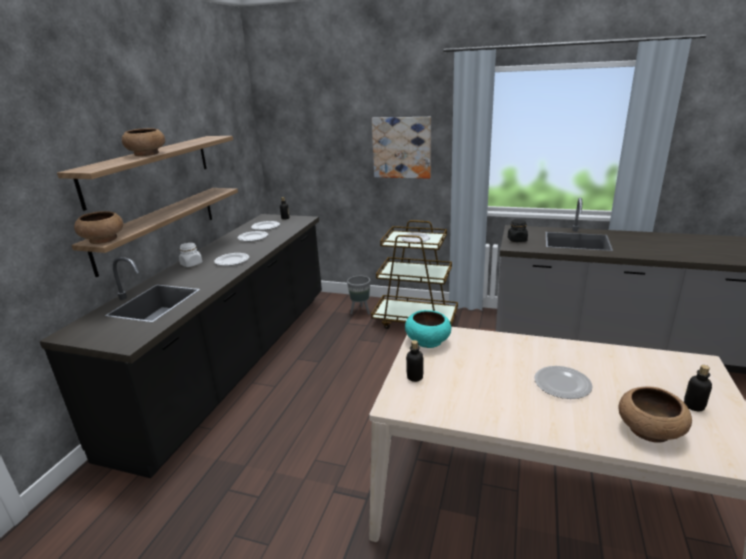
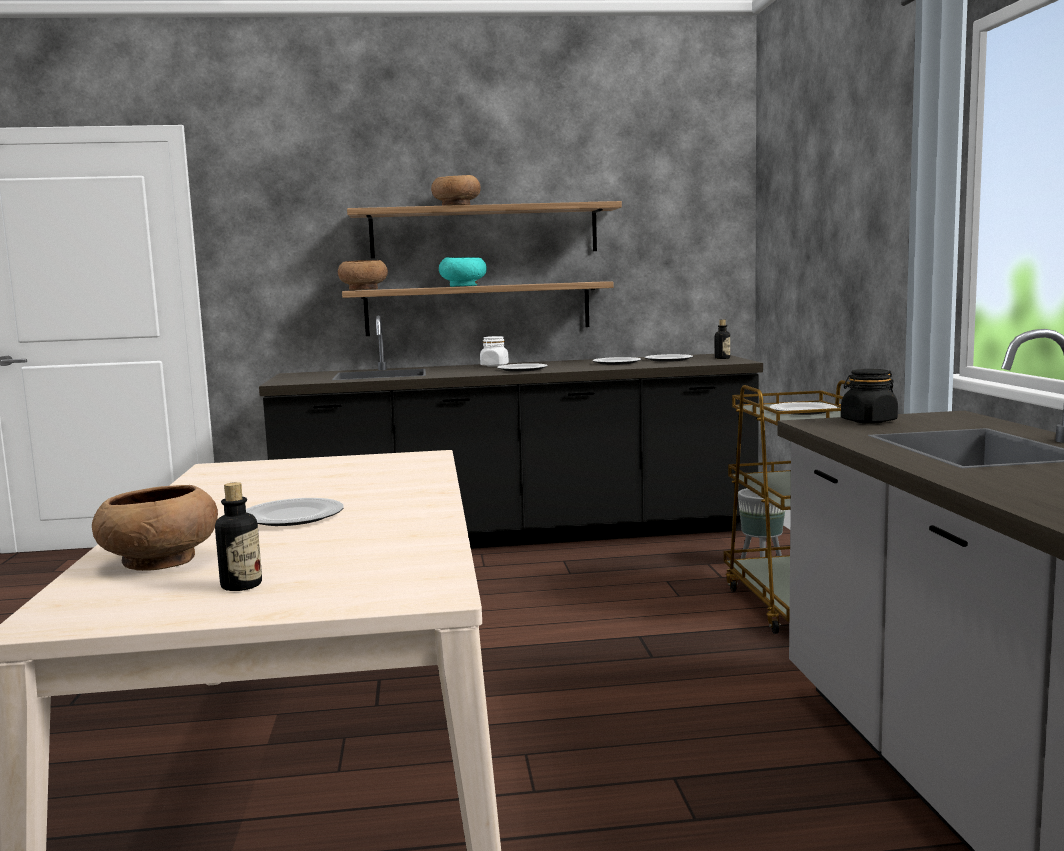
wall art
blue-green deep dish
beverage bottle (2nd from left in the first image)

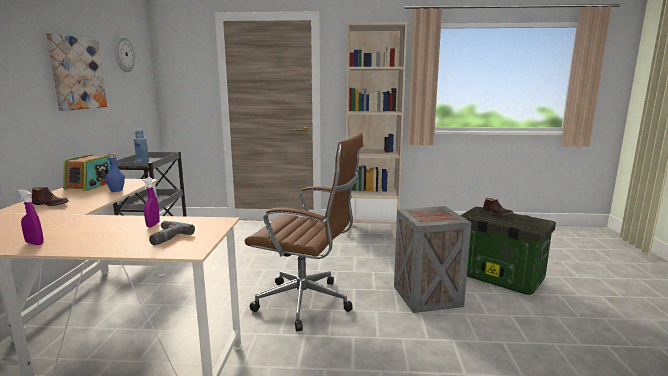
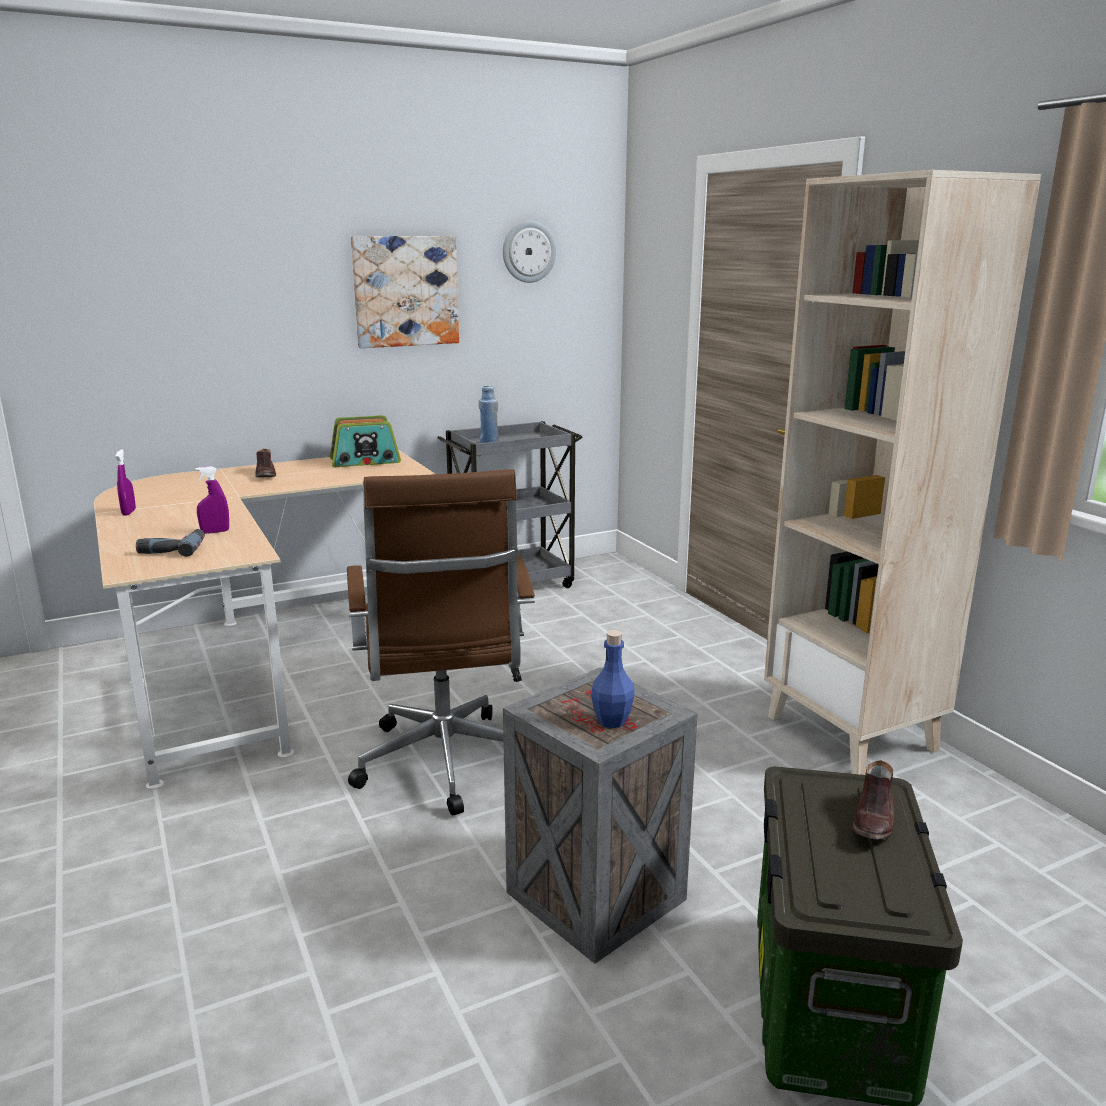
blue-coloured beverage bottle (2nd from left)

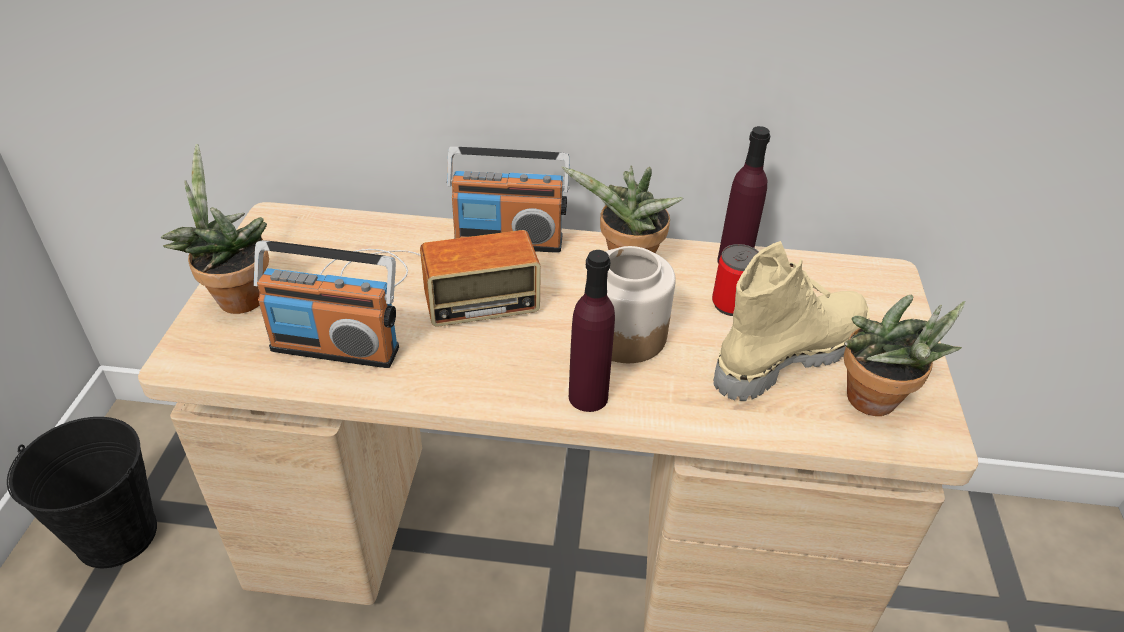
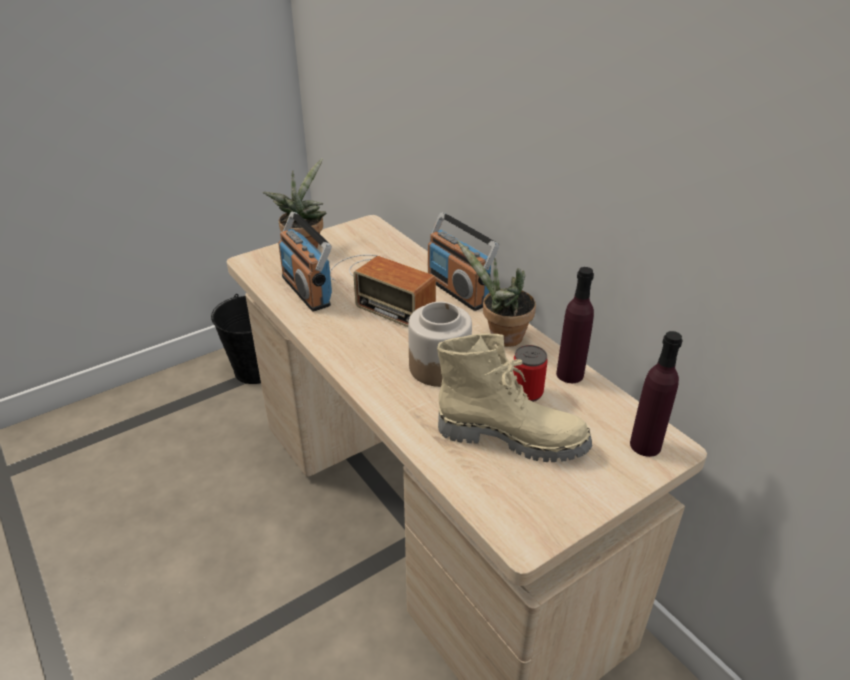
purple beverage bottle (2nd from left)
potted plant (3rd from left in the first image)

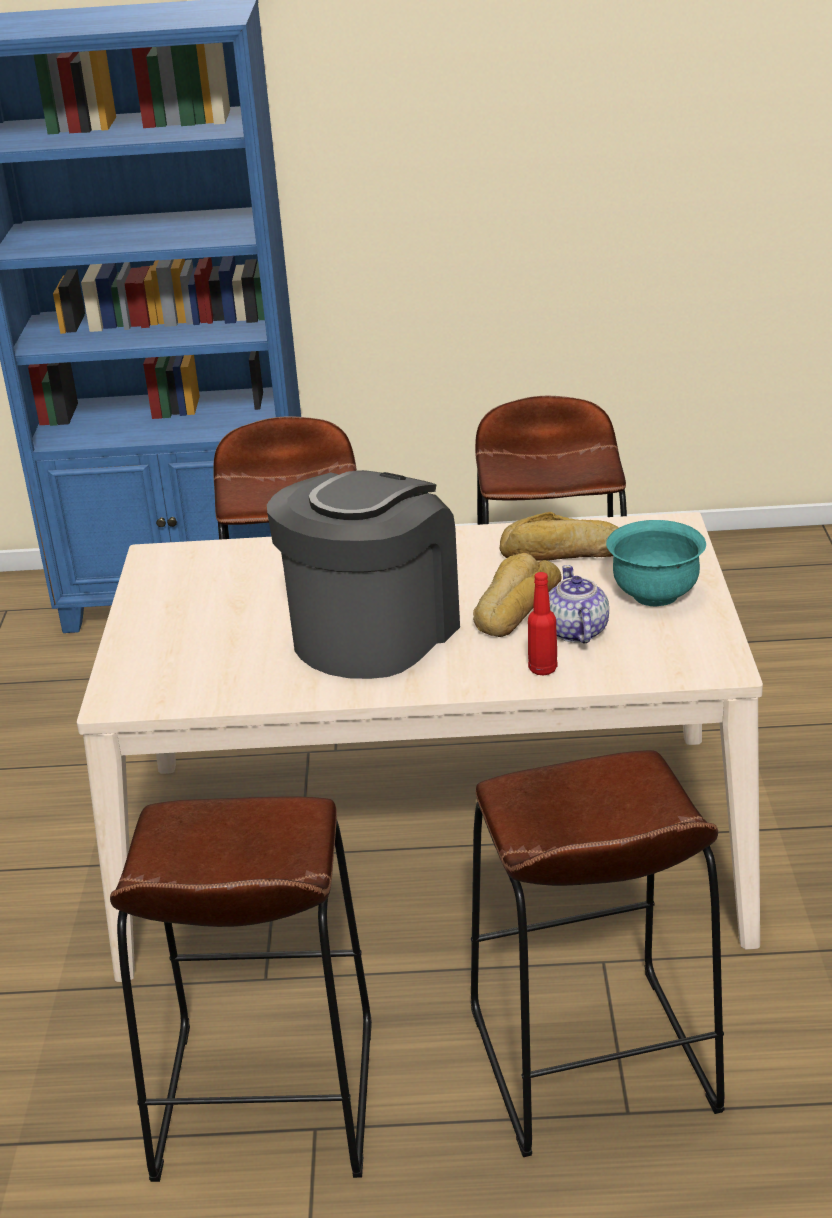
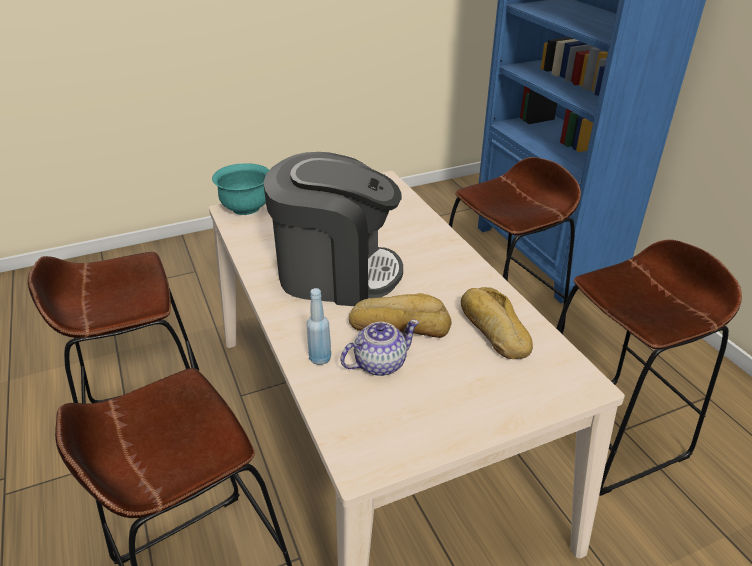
blue-coloured beverage bottle
blue-green deep dish

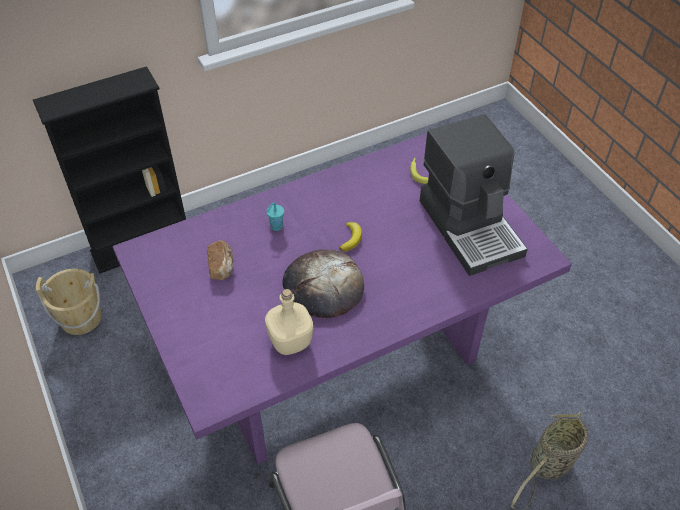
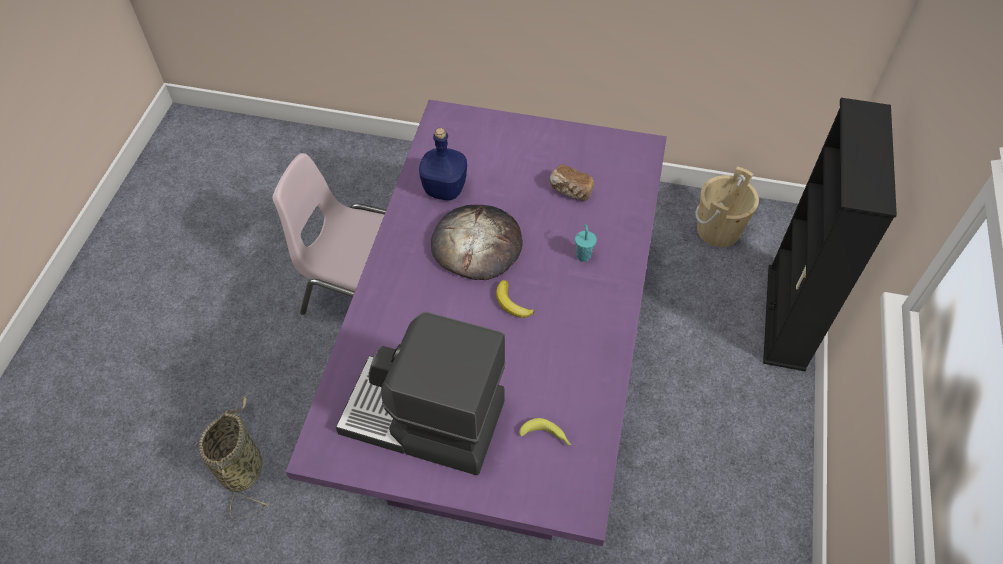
blue-coloured beverage bottle

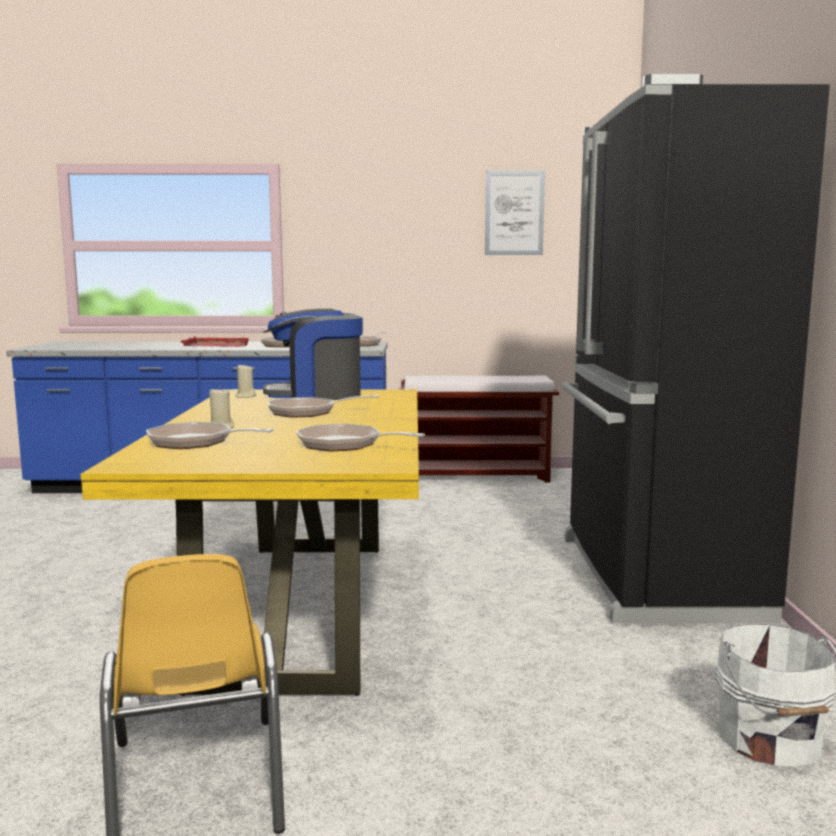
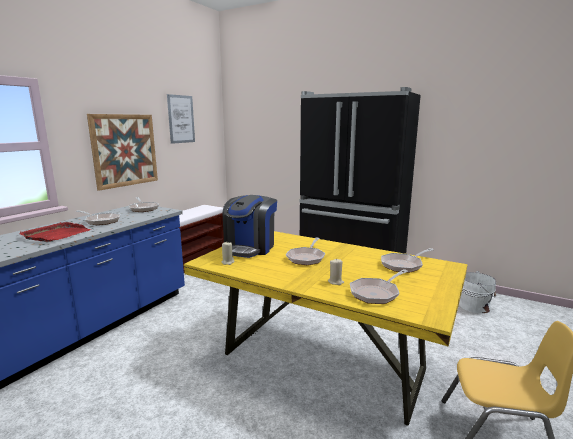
wall art (1st from left)

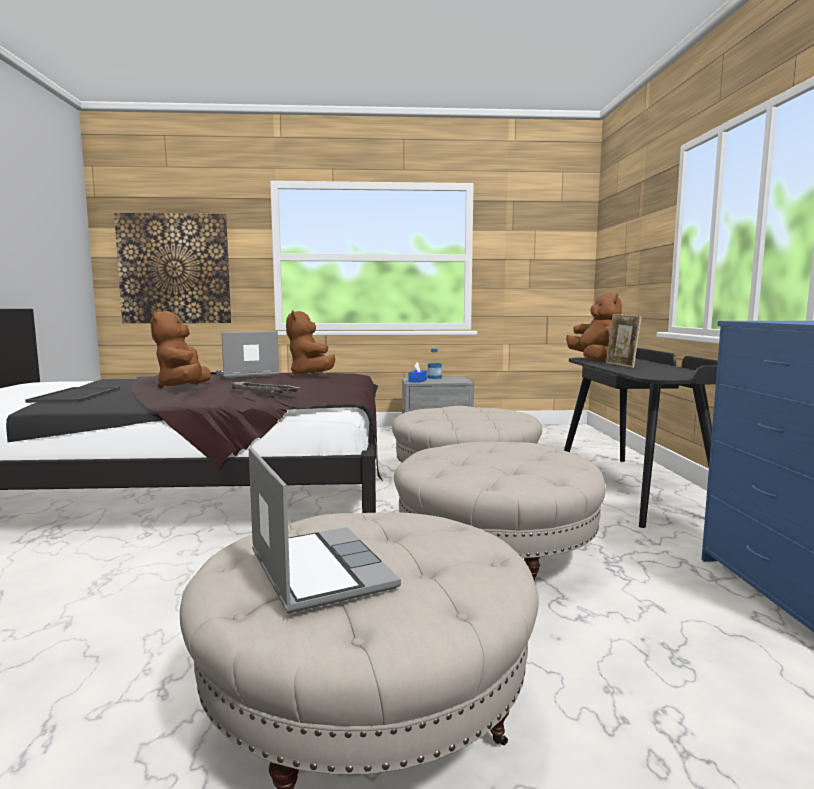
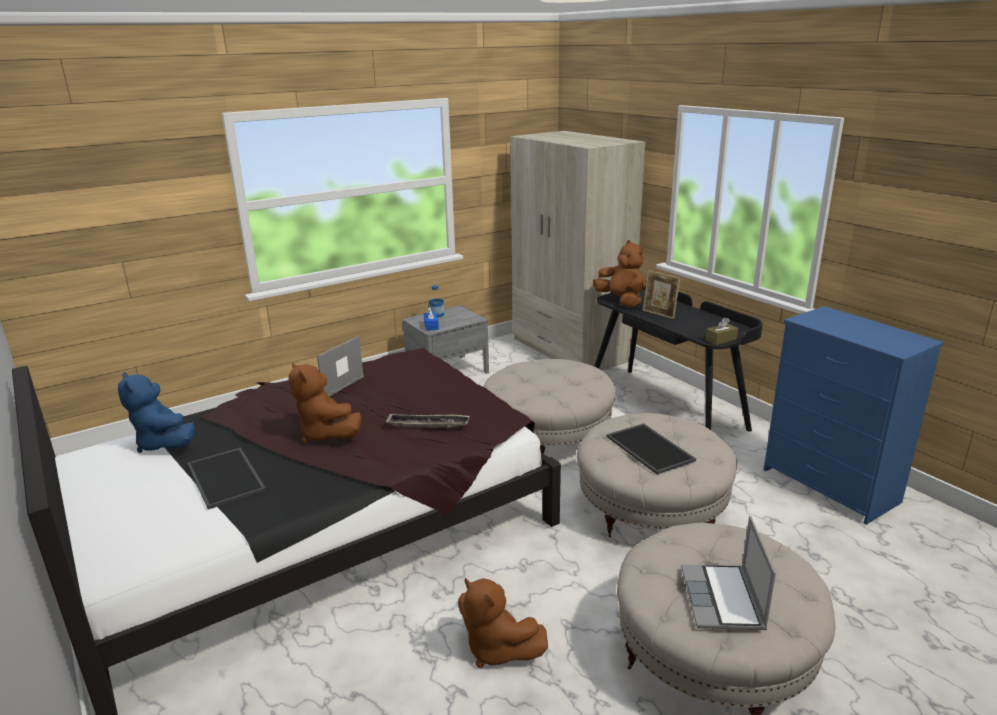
wall art
laptop (2nd from left)
brownish cuddly toy (2nd from left)
blue-coloured cuddly toy
beige clothes cupboard
serving tray (3rd from left)
brownish tissue box

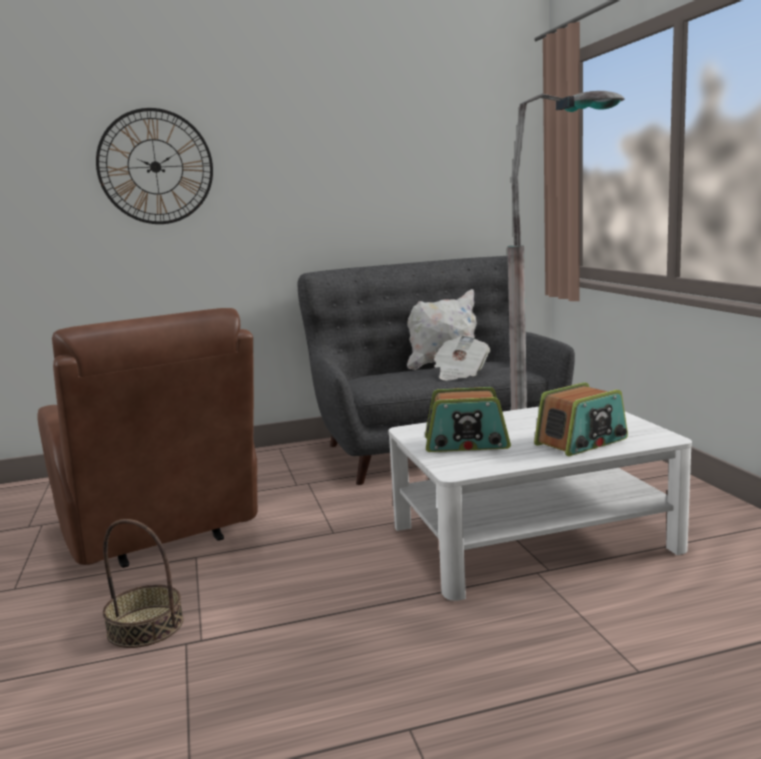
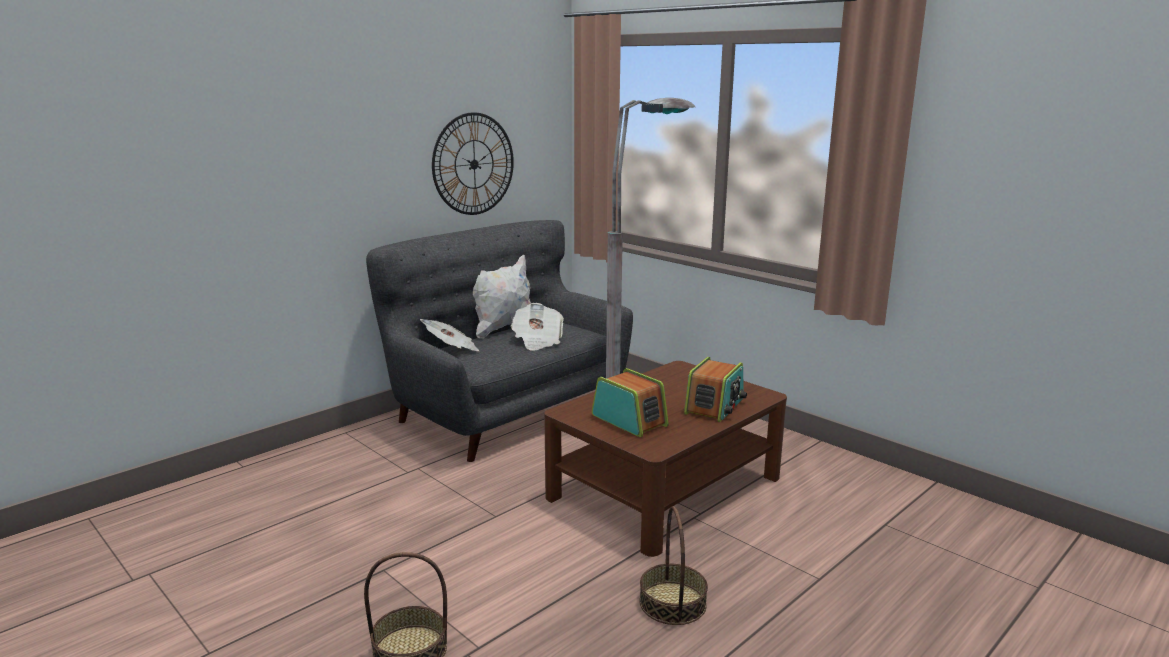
brownish easy chair
wall clock
brownish lounge table
radio set (1st from left)
newspaper (1st from left)
household basket (2nd from left)

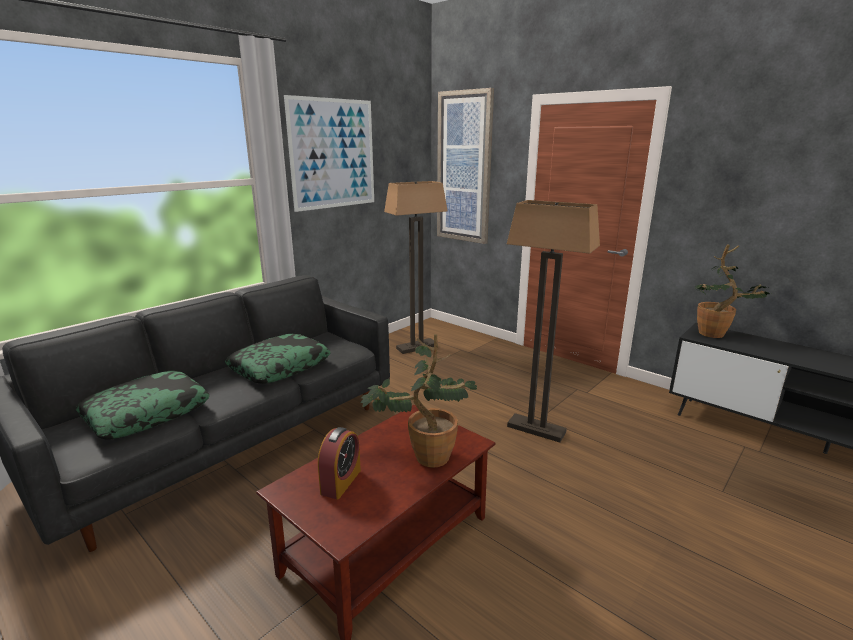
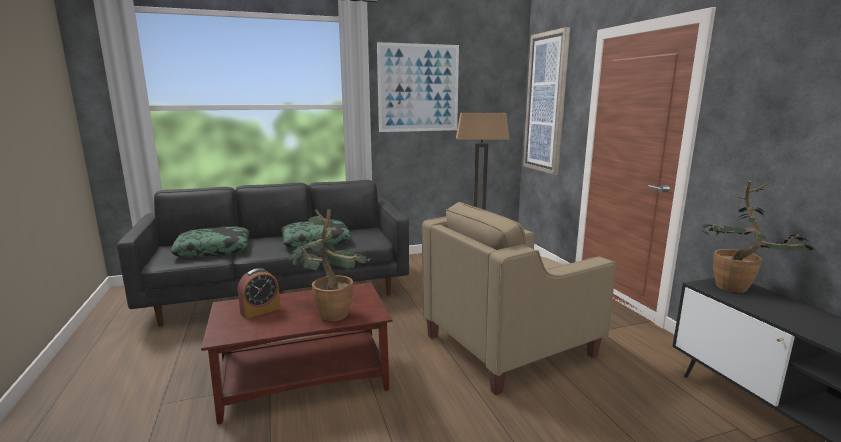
beige easy chair

